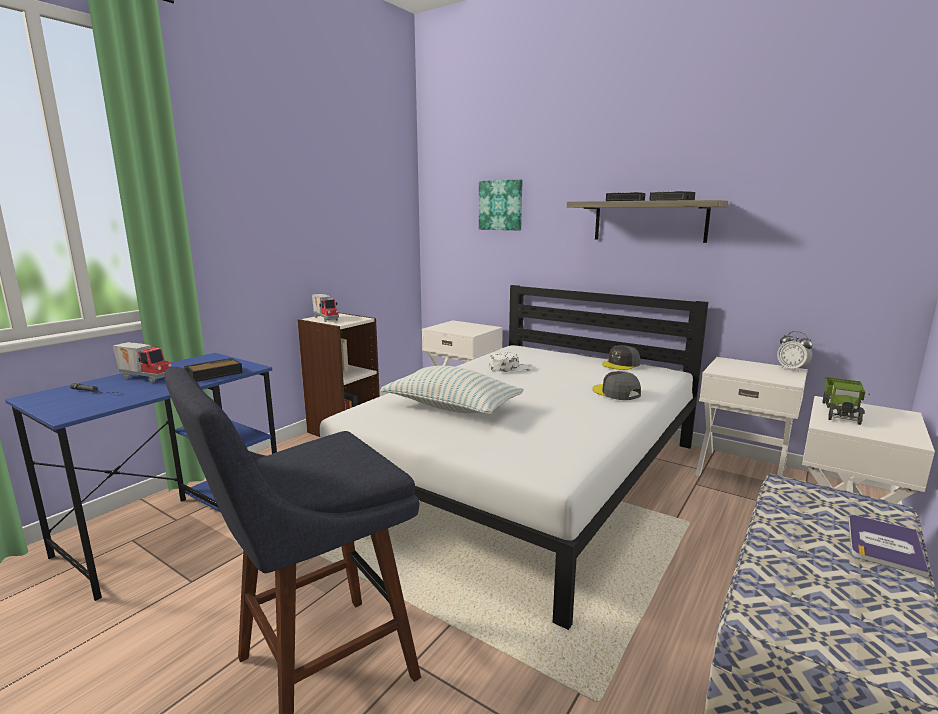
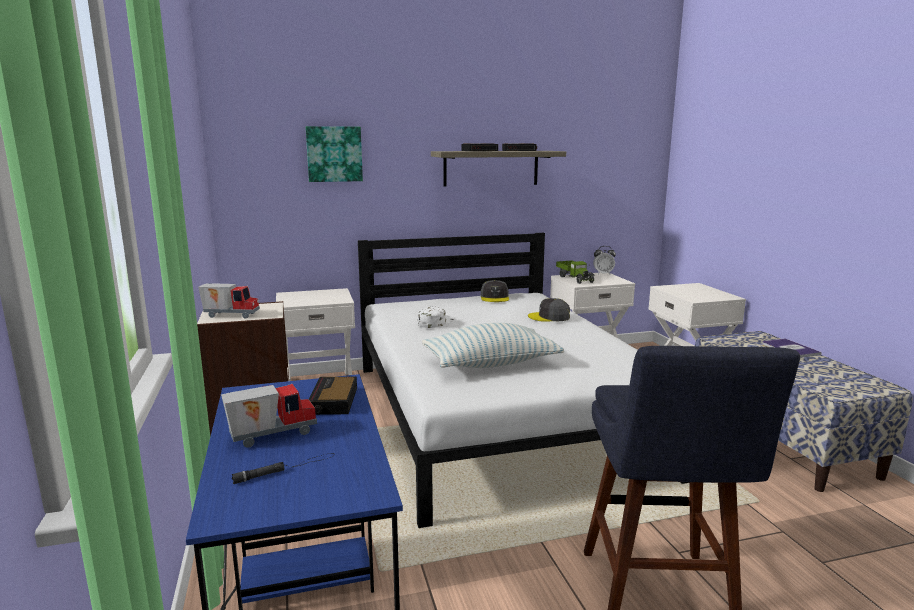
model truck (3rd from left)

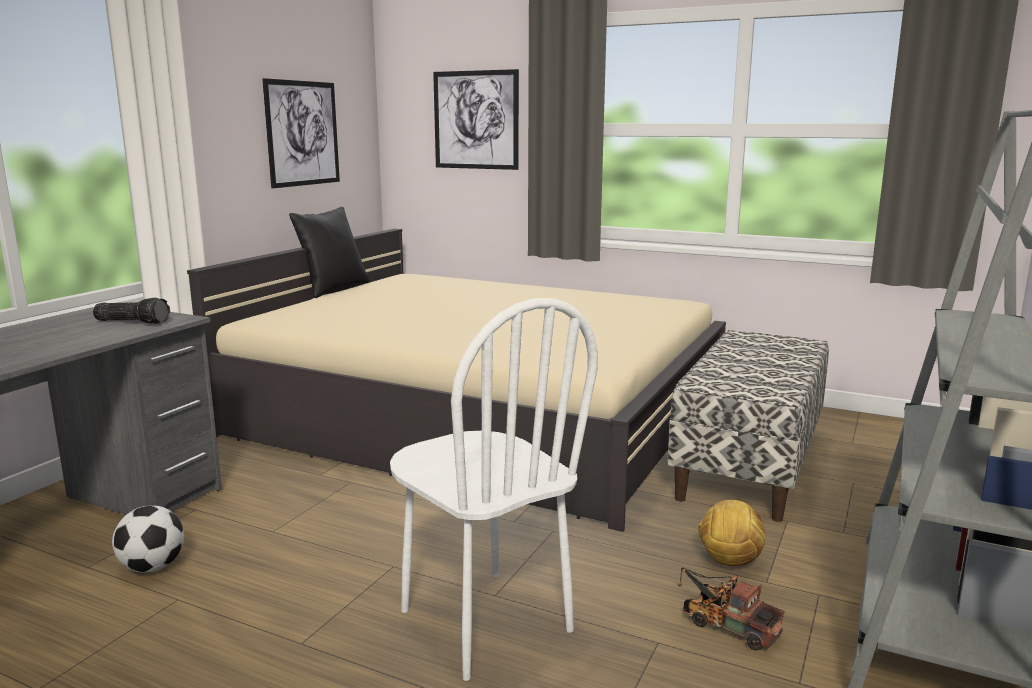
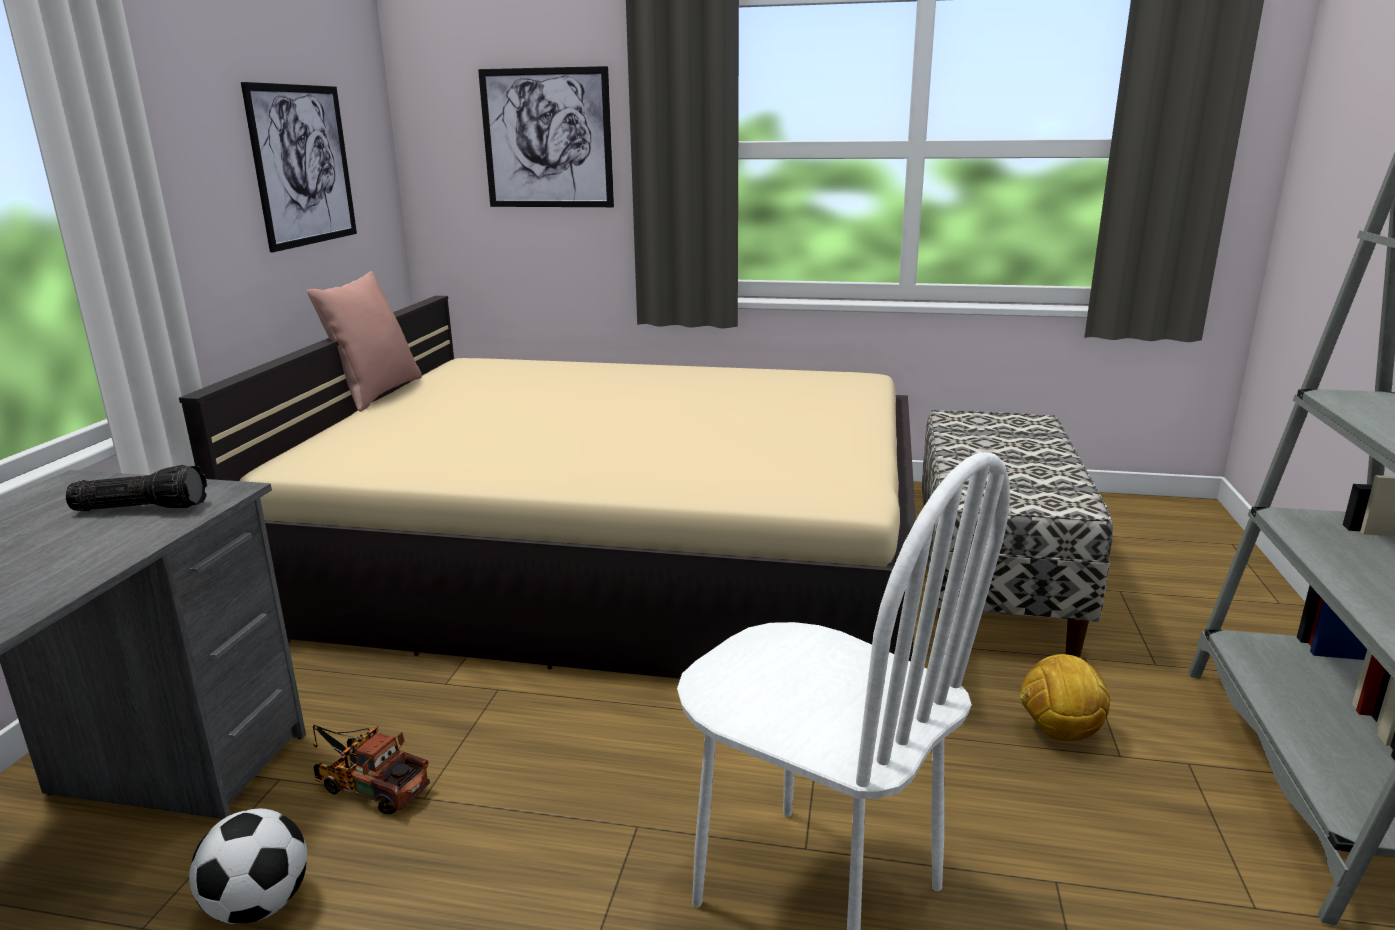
pinkish cushion
model truck

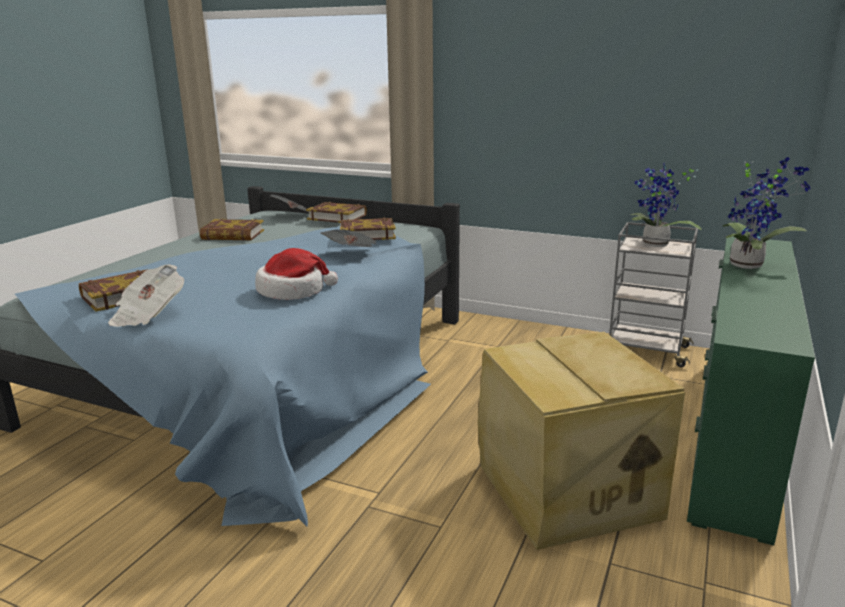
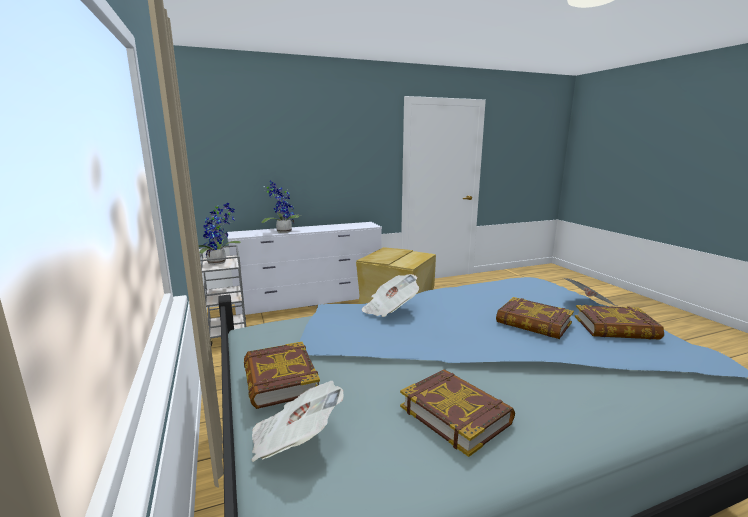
wearable hat
book (3rd from left)
white drawer chest

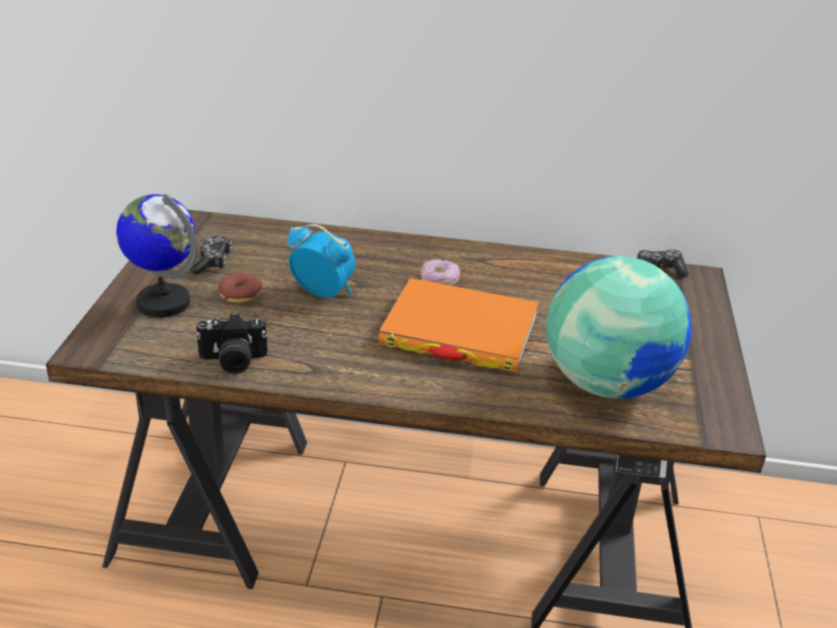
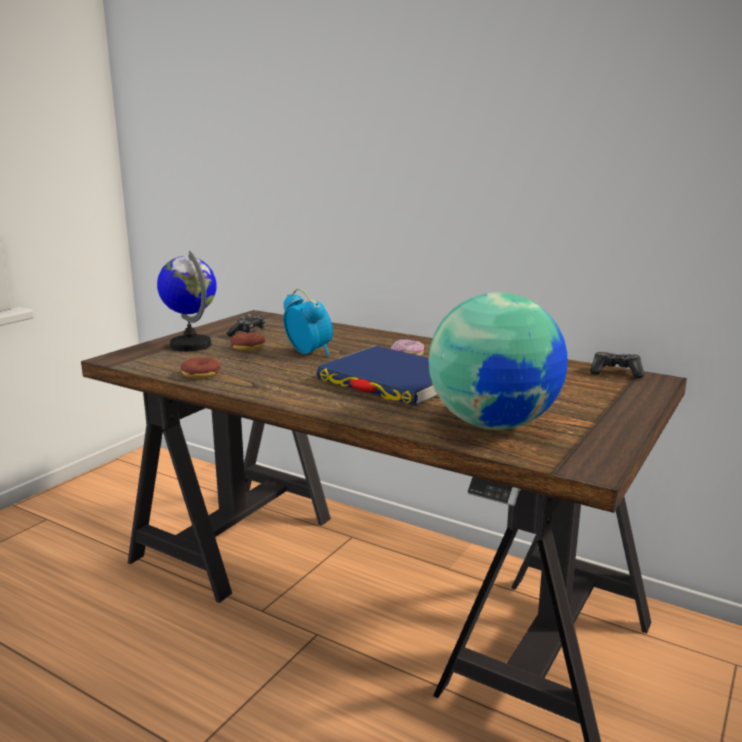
donut (1st from left)
blue-coloured book

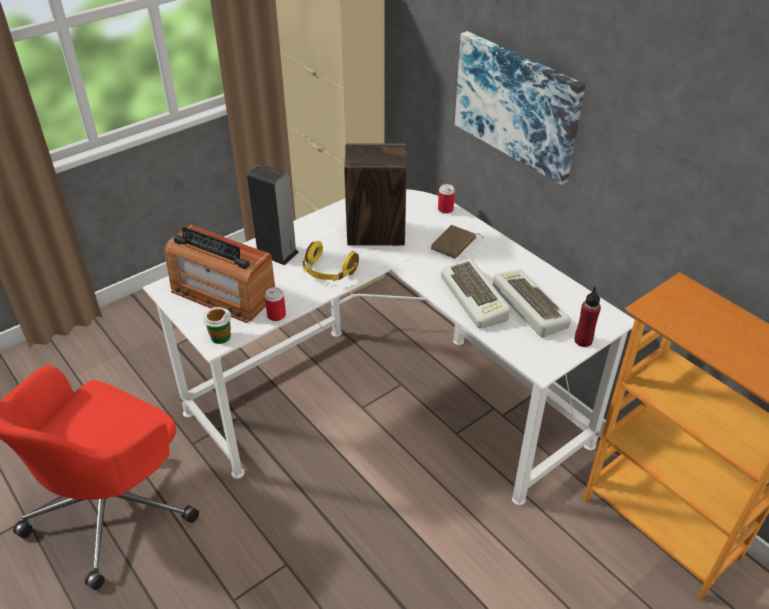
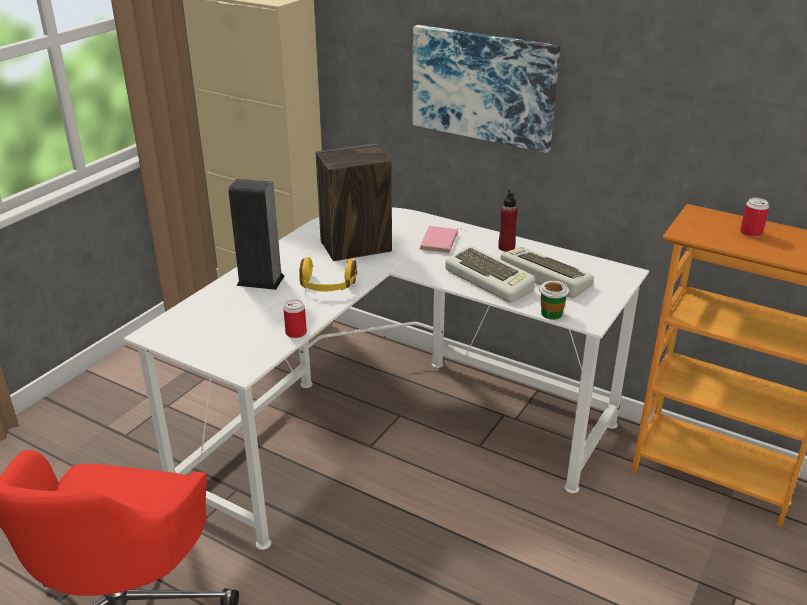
radio set
cup
pinkish book
metal can (2nd from left)
reddish beverage bottle

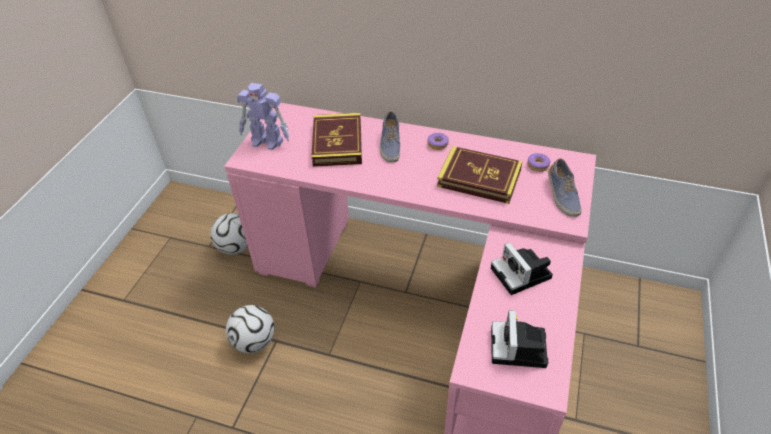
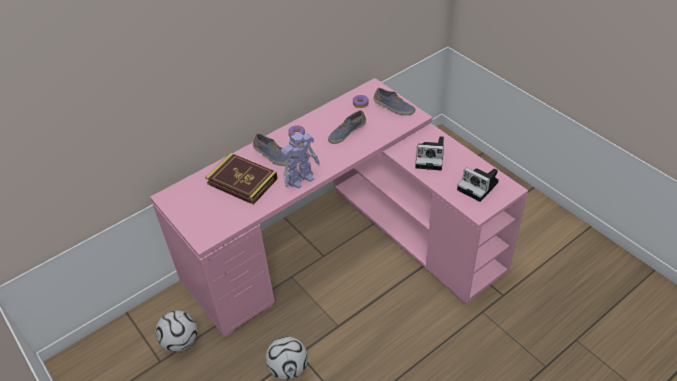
robot figure
low shoe (2nd from left)

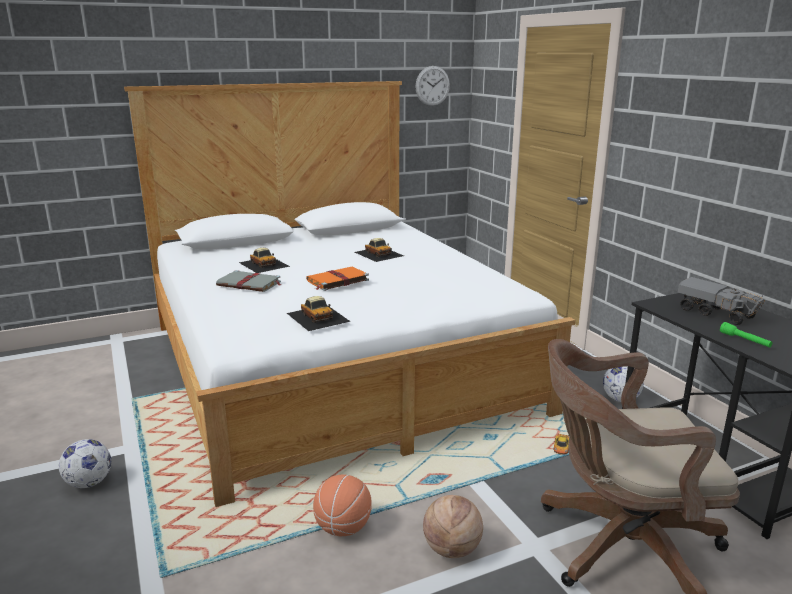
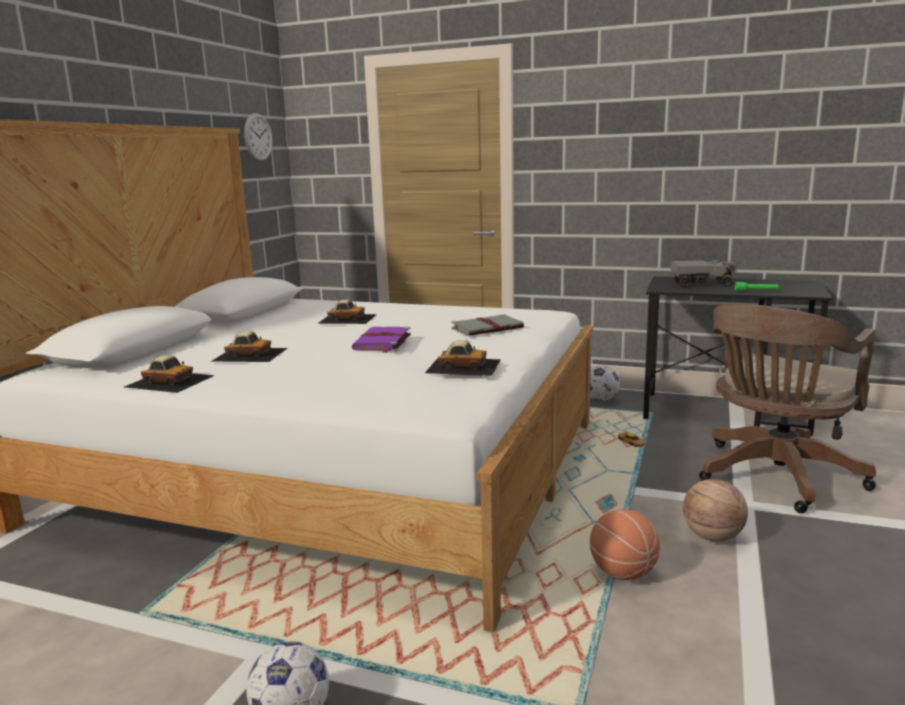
grey book
purple book
toy car (1st from left)

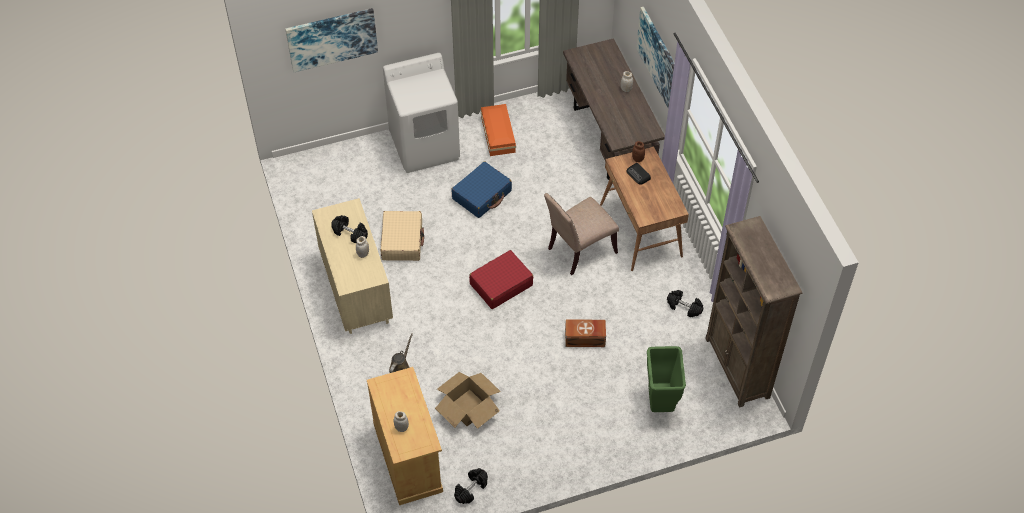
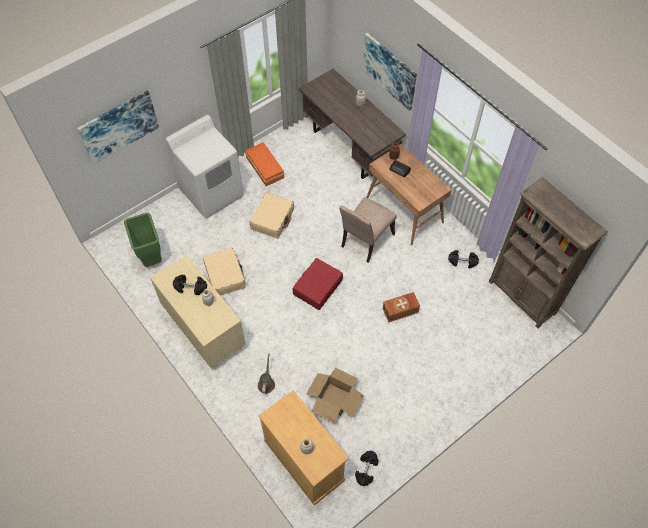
beige travel case (2nd from left)
green-coloured waste bin

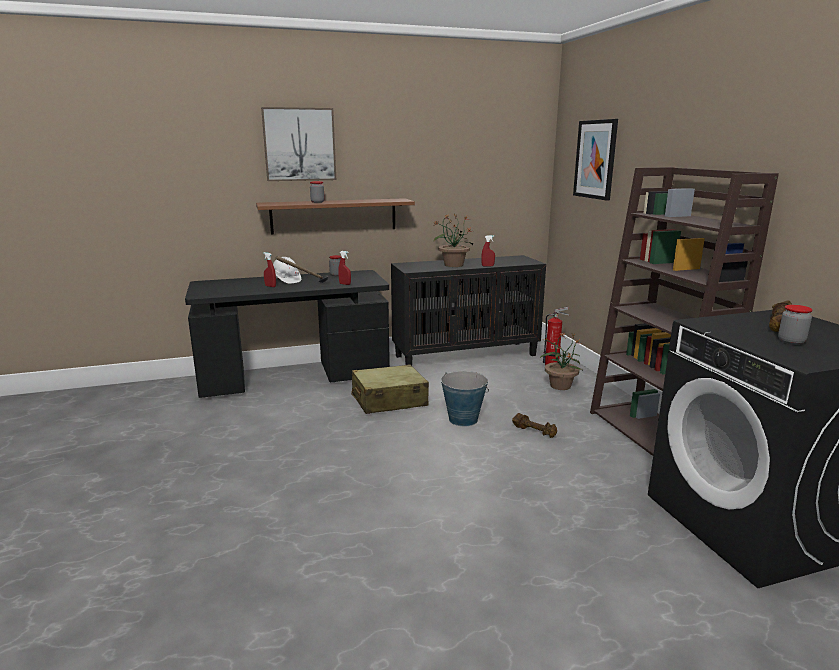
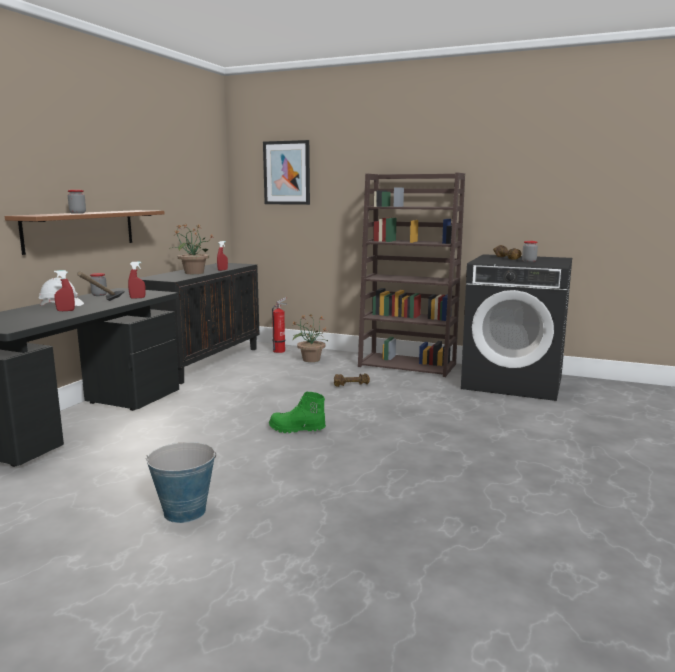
wall art (1st from left in the first image)
beige travel case
water bucket
green-coloured tall boot

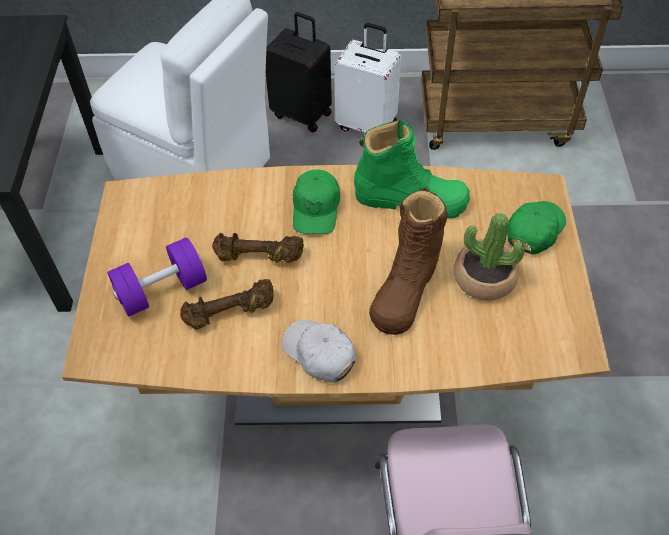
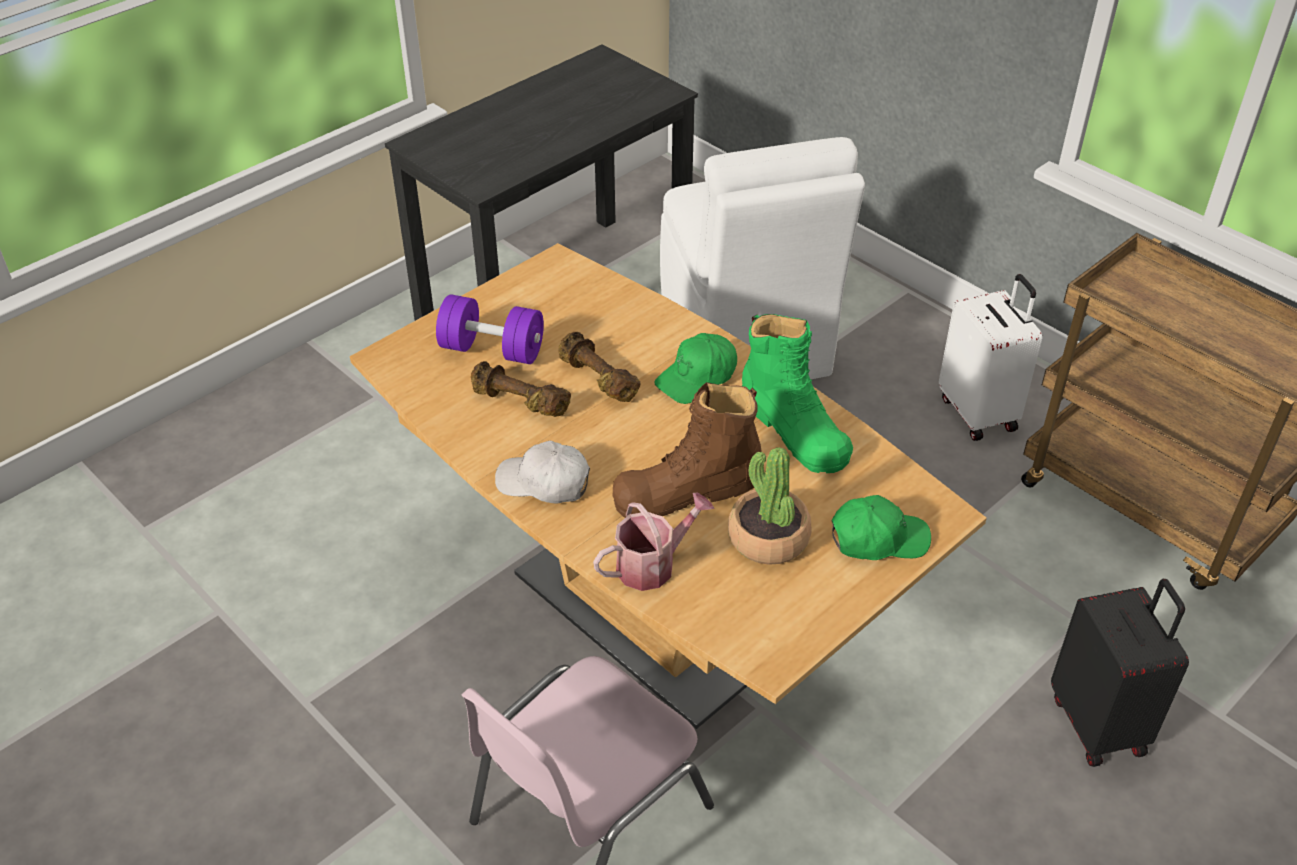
blackish travel case
white cap
sprinkling can

